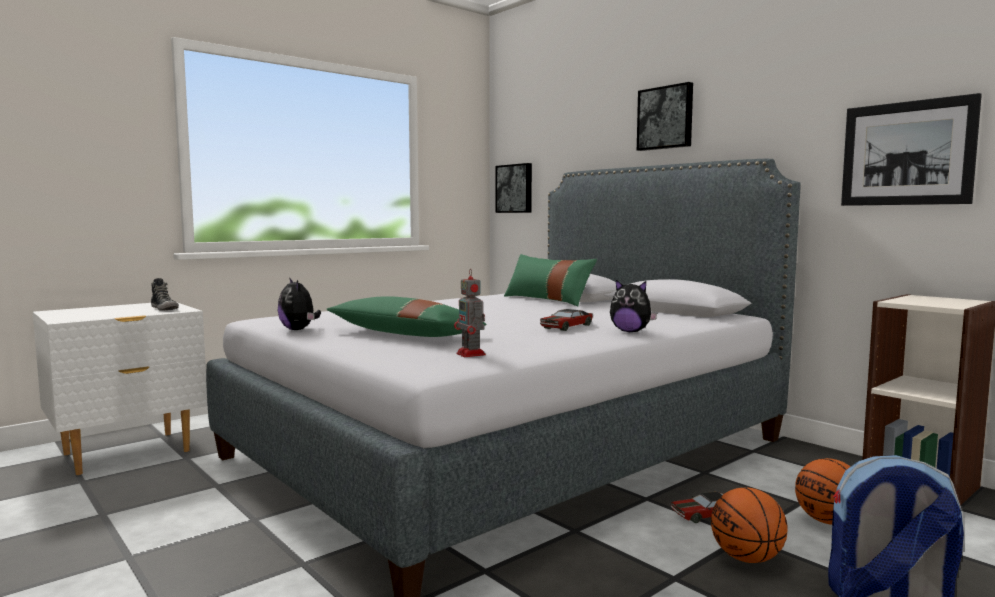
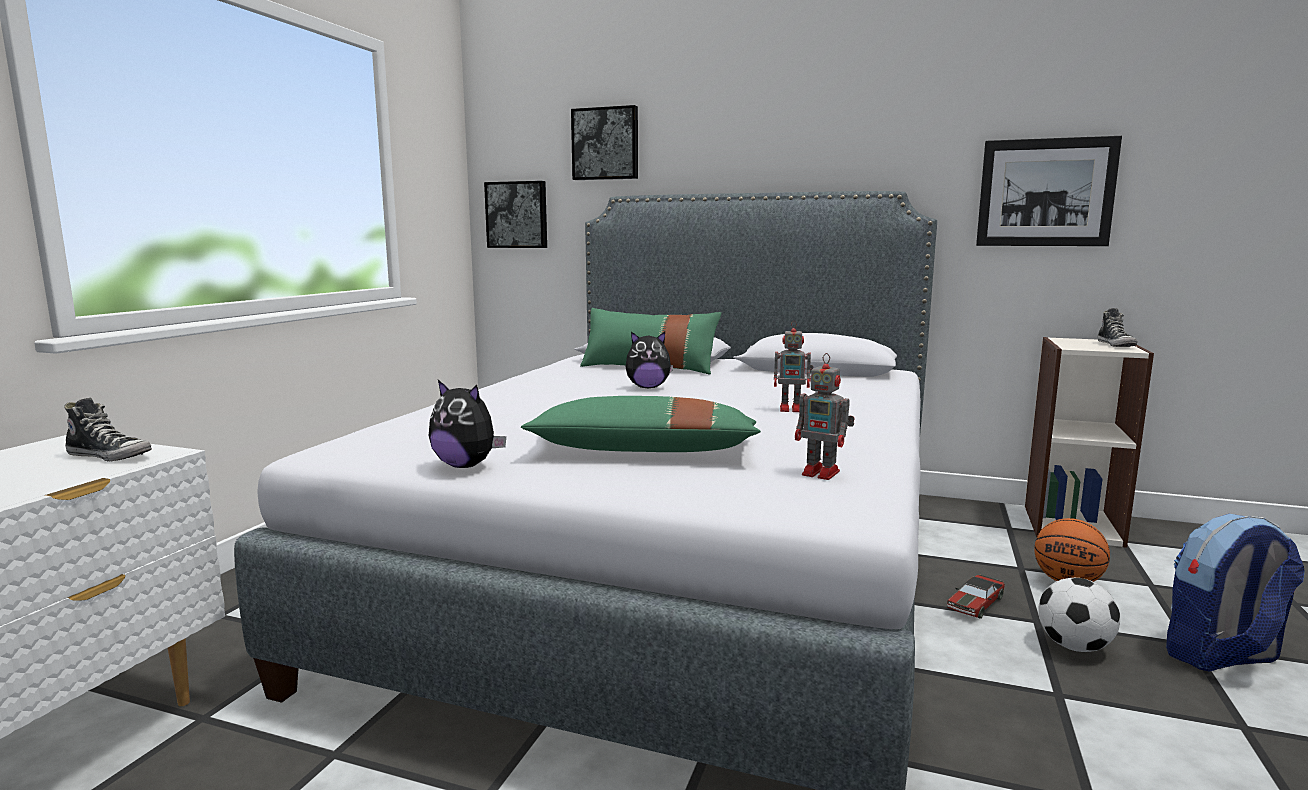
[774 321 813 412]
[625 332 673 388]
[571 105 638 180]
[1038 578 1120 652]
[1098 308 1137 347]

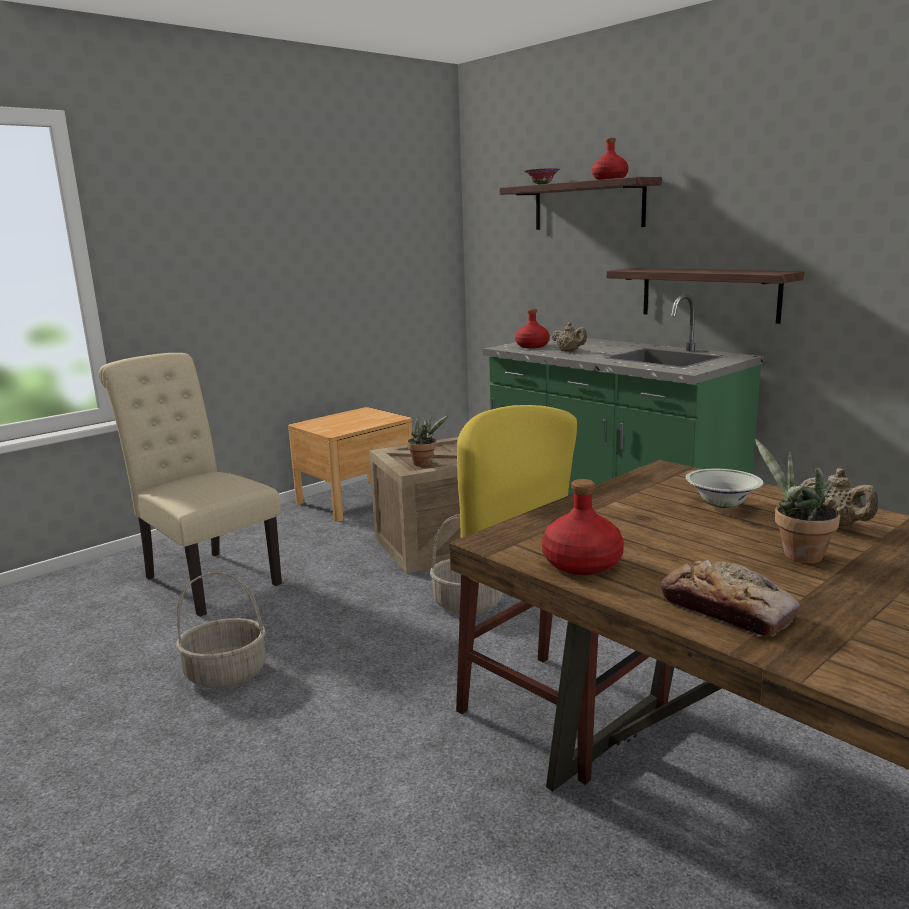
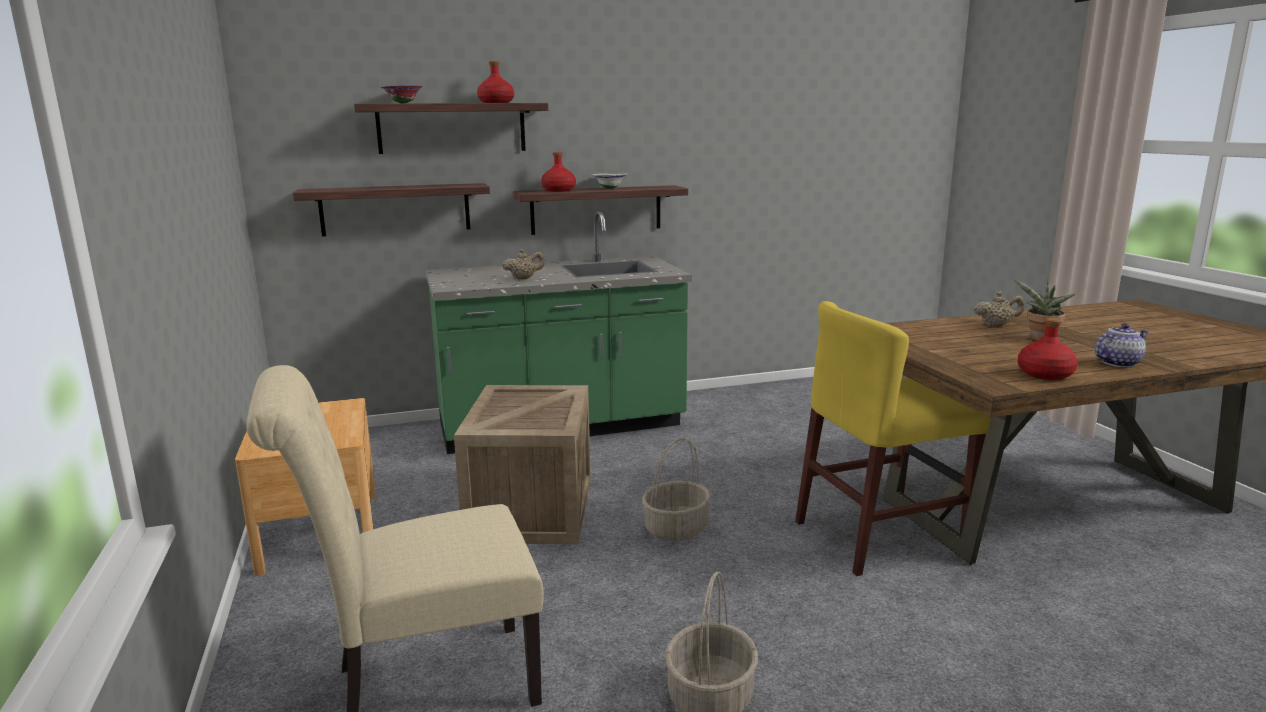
[407 411 449 467] (first image)
[541 152 576 192]
[1095 323 1149 367]
[592 173 628 189]
[293 183 490 236]

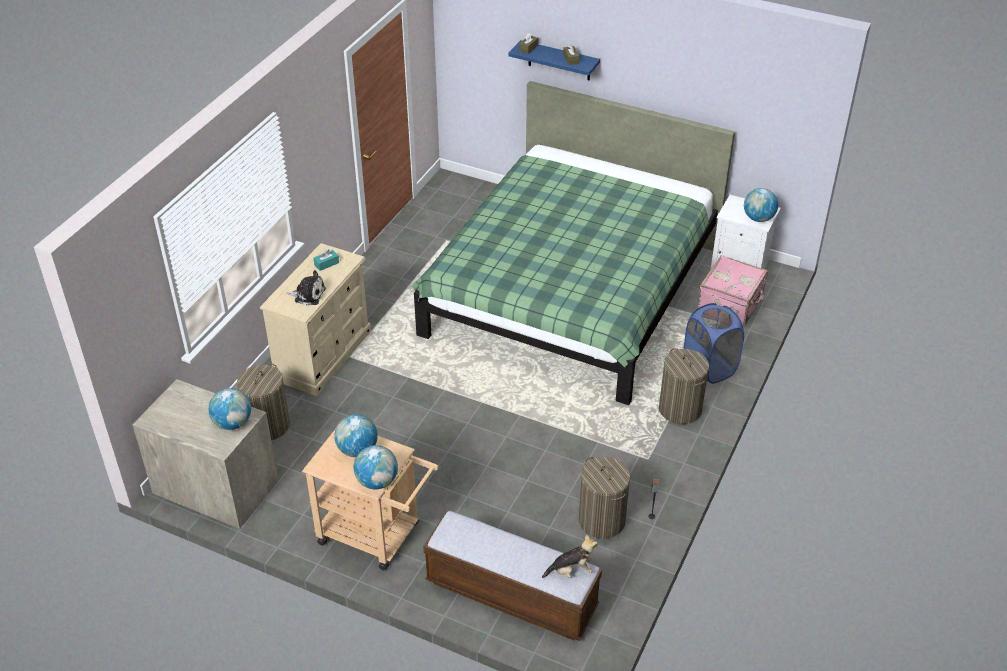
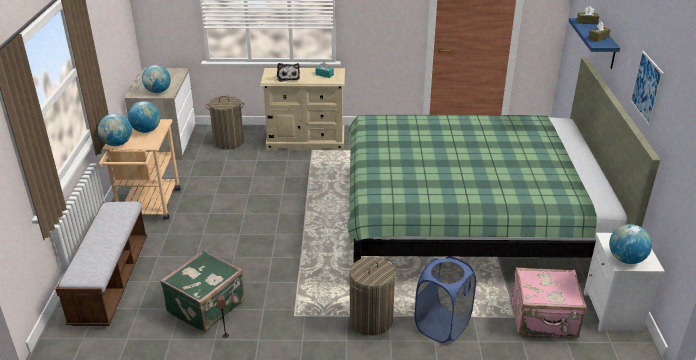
[542 534 598 578] (first image)
[160 250 245 332]
[630 51 664 126]

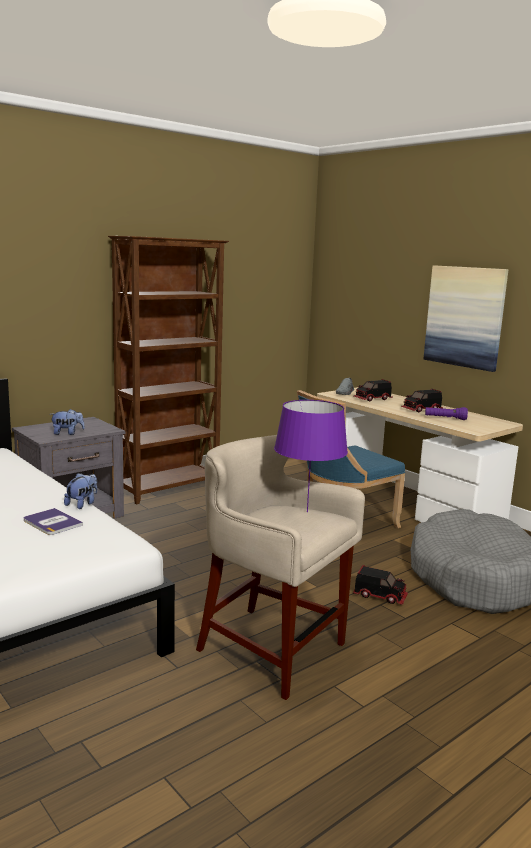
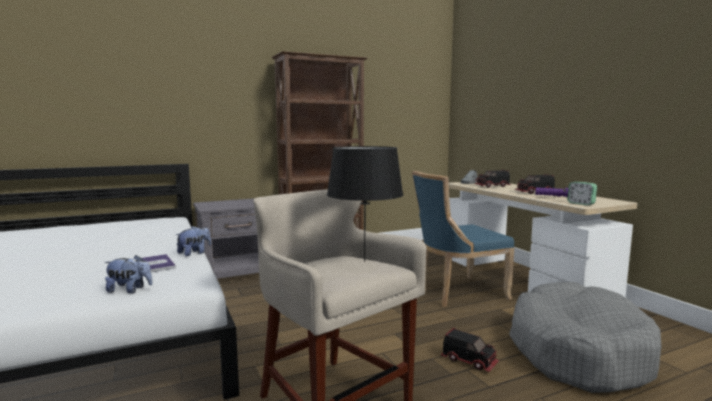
[104 255 153 293]
[327 146 403 262]
[423 266 508 372] (first image)
[567 182 597 205]

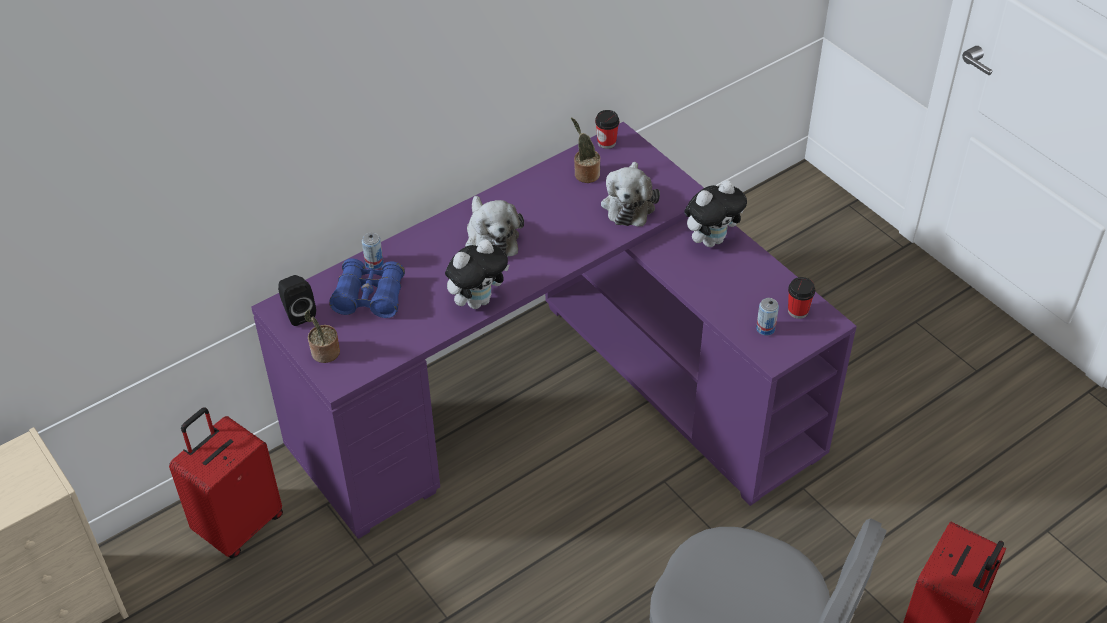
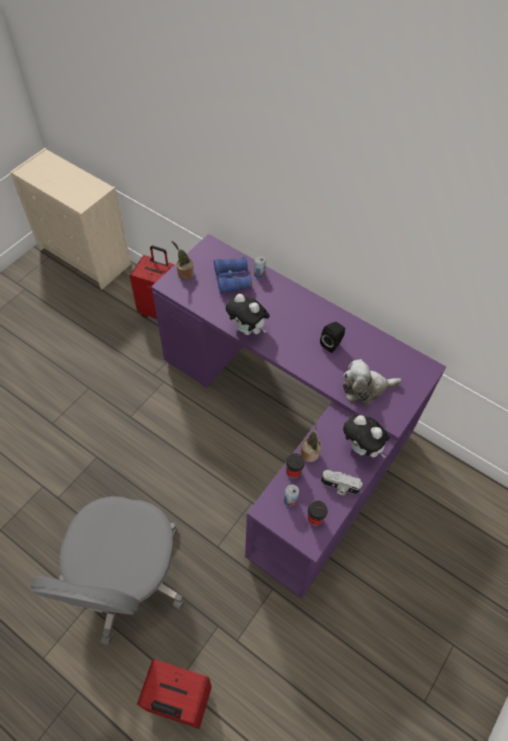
[320 322 345 353]
[465 196 524 256] (first image)
[301 417 321 462]
[286 453 305 479]
[321 470 363 495]

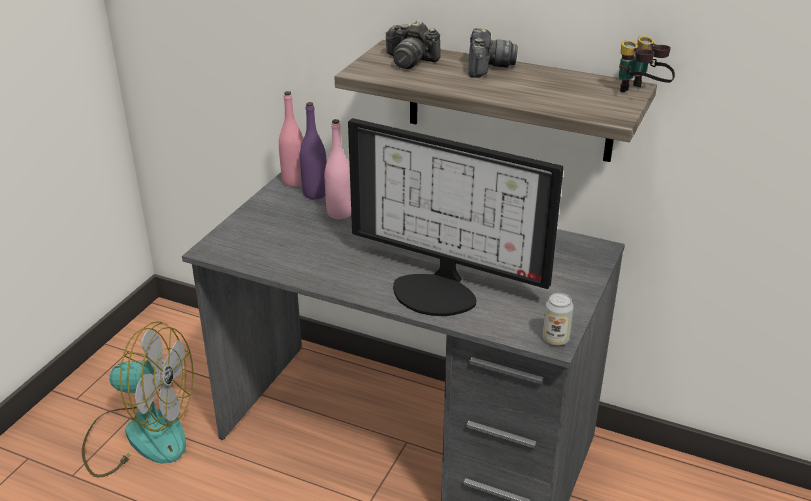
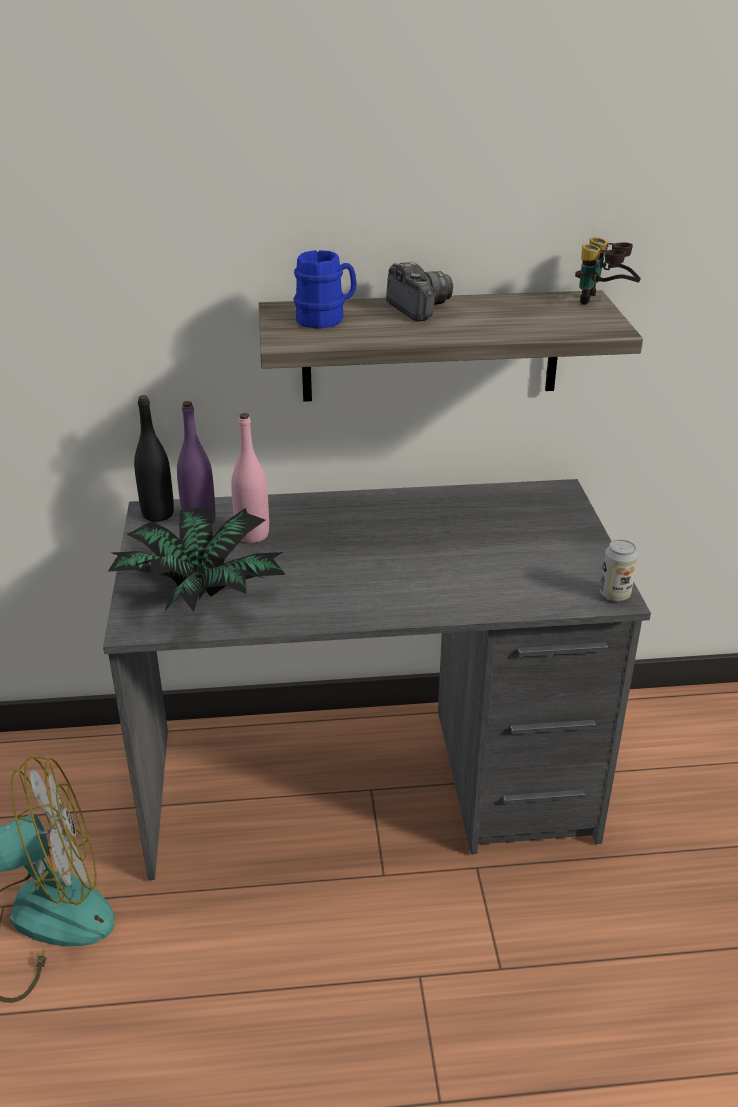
[134 395 174 522]
[348 118 564 316] (first image)
[294 250 357 328]
[108 508 286 612]

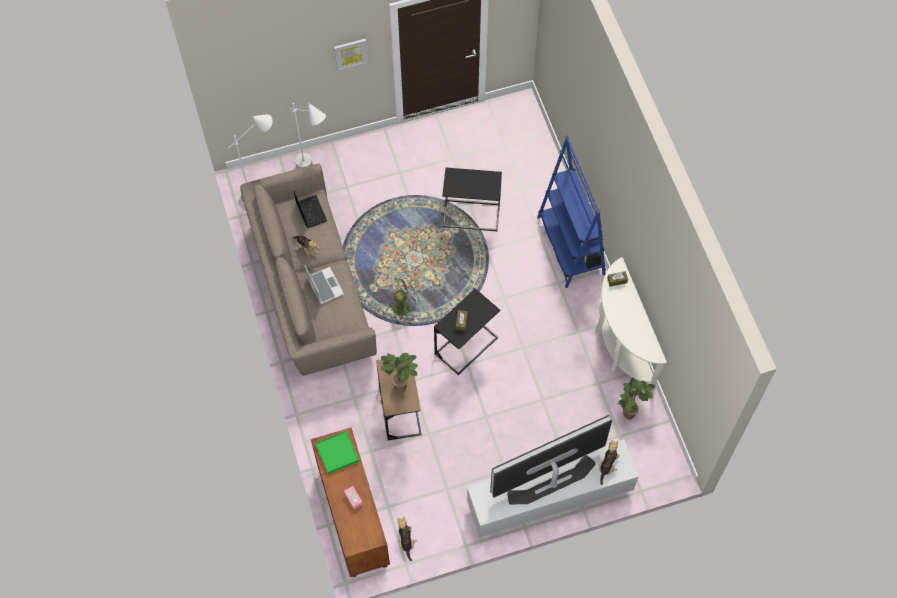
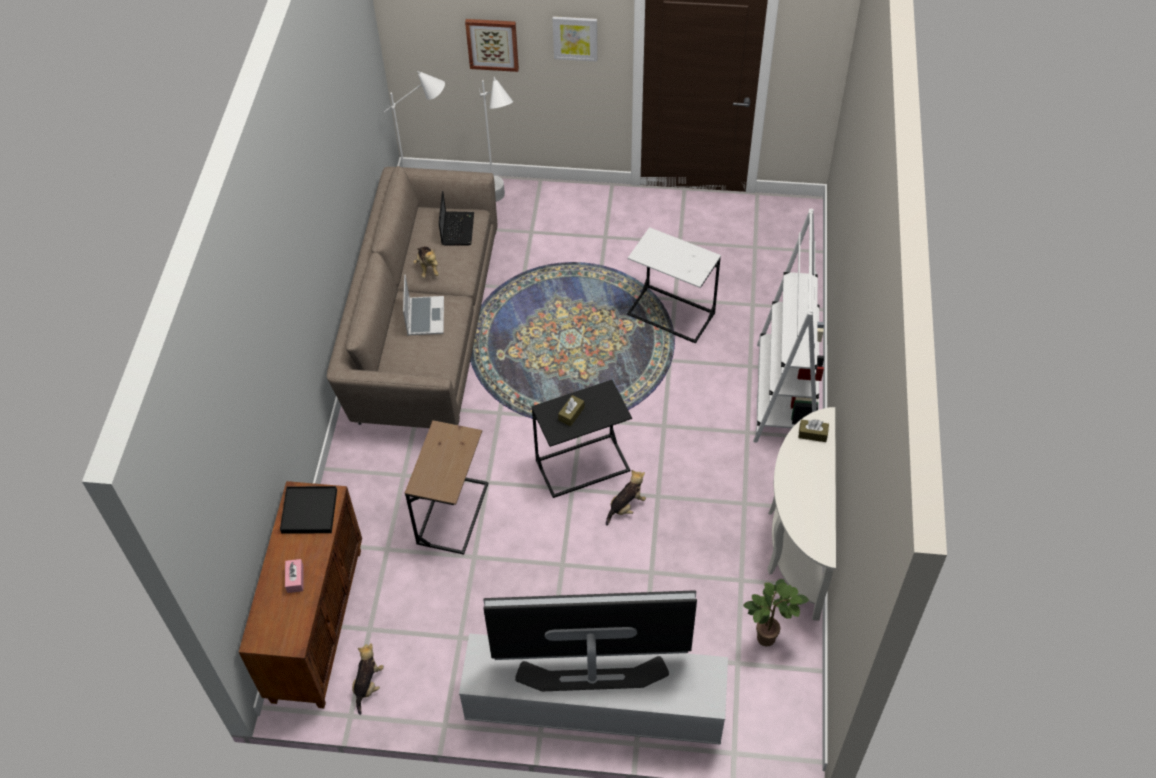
[280 486 337 534]
[381 352 418 392] (first image)
[389 274 422 316] (first image)
[627 227 721 344]
[753 209 824 443]
[606 470 646 526]
[465 19 519 72]

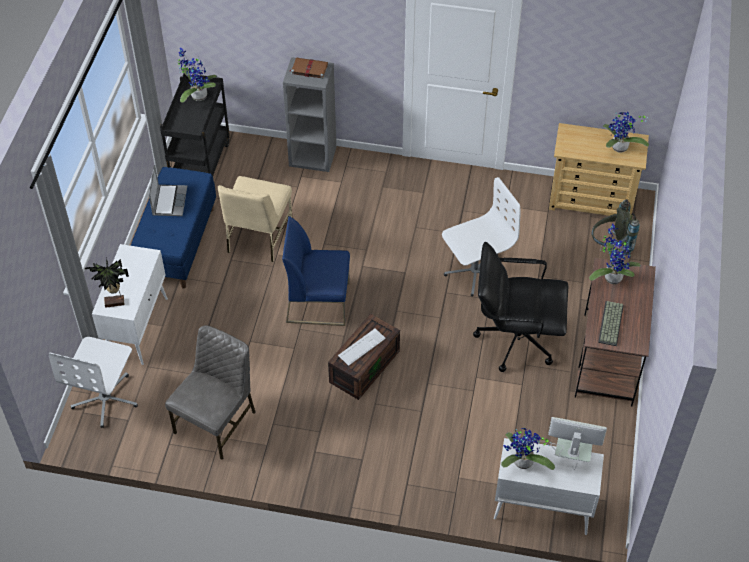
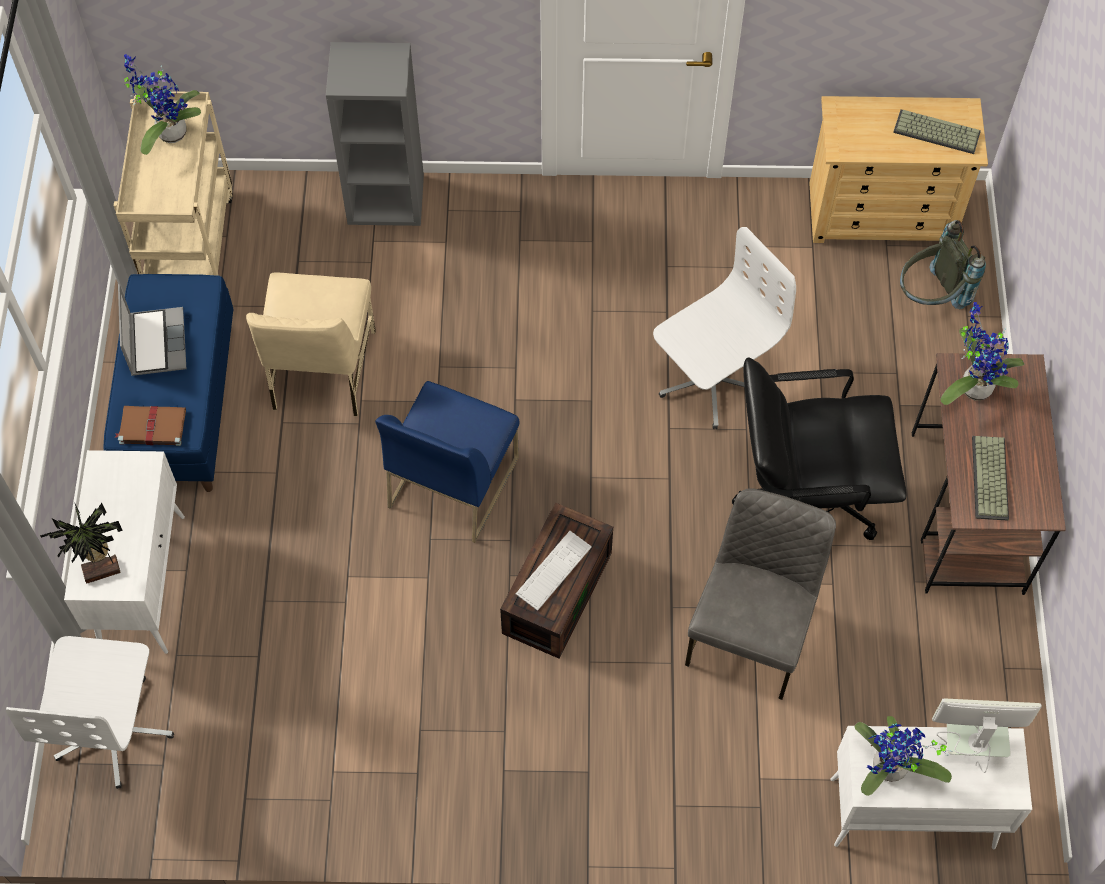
[114 91 232 276]
[685 488 836 700]
[375 381 520 543]
[115 406 186 446]
[893 109 981 154]

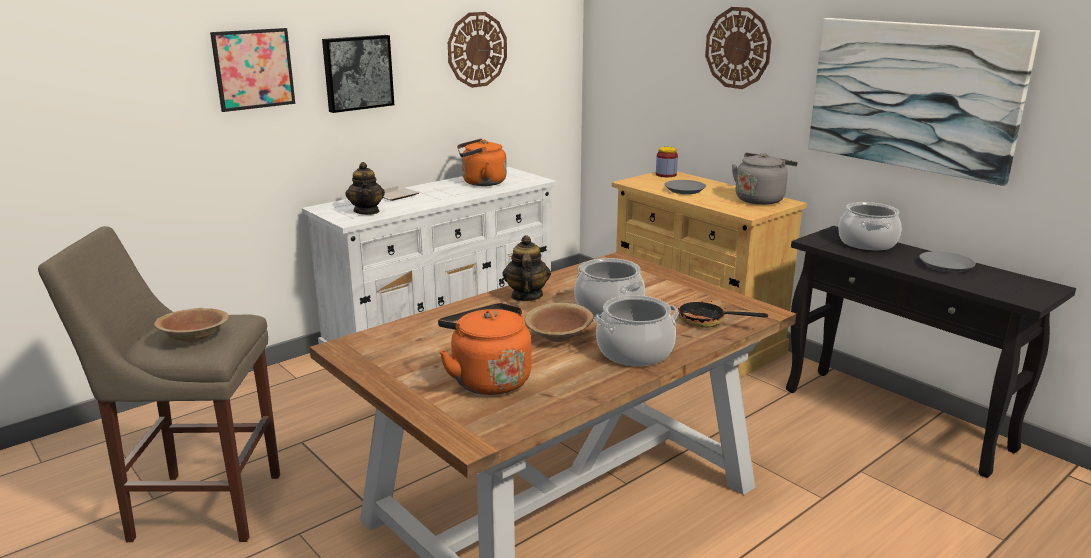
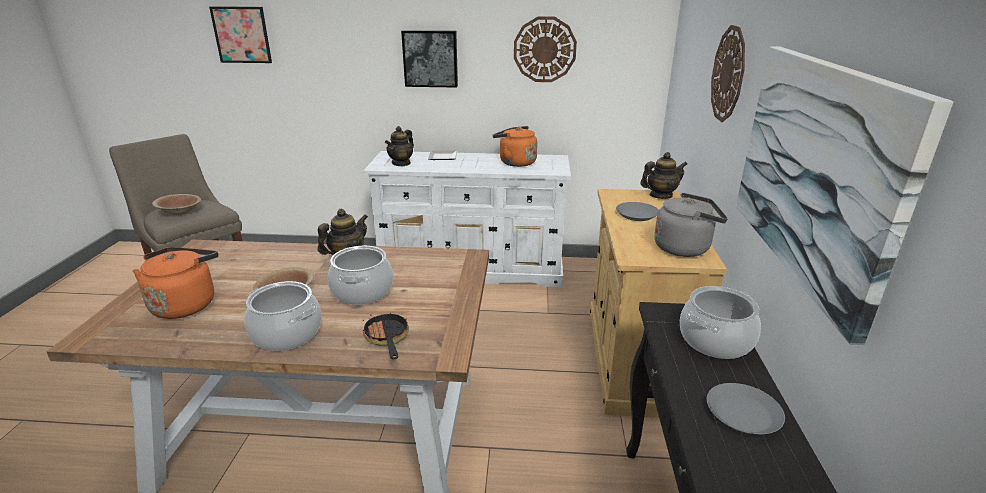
[209 7 272 63]
[640 152 687 199]

